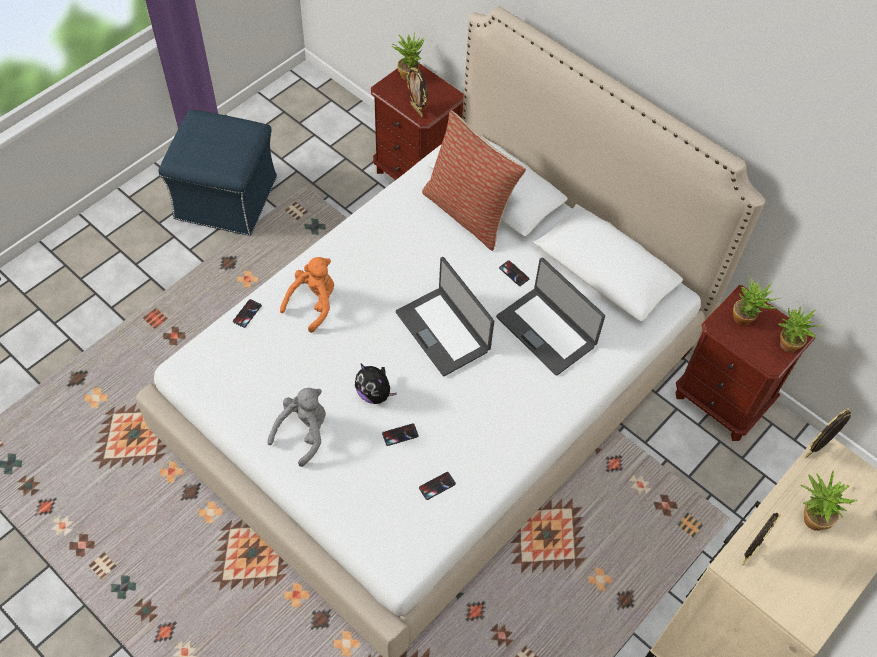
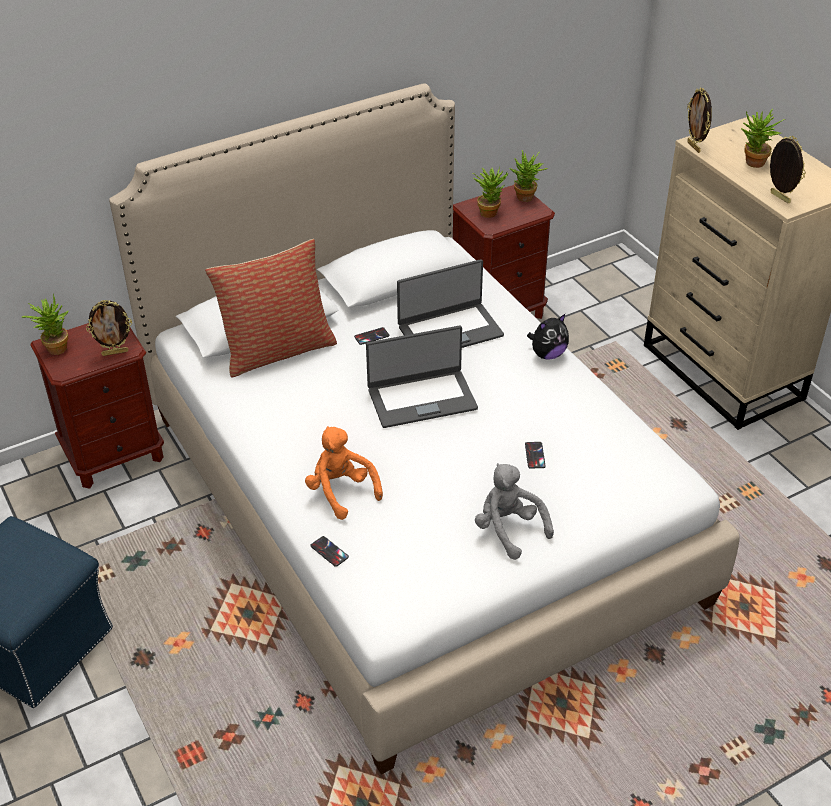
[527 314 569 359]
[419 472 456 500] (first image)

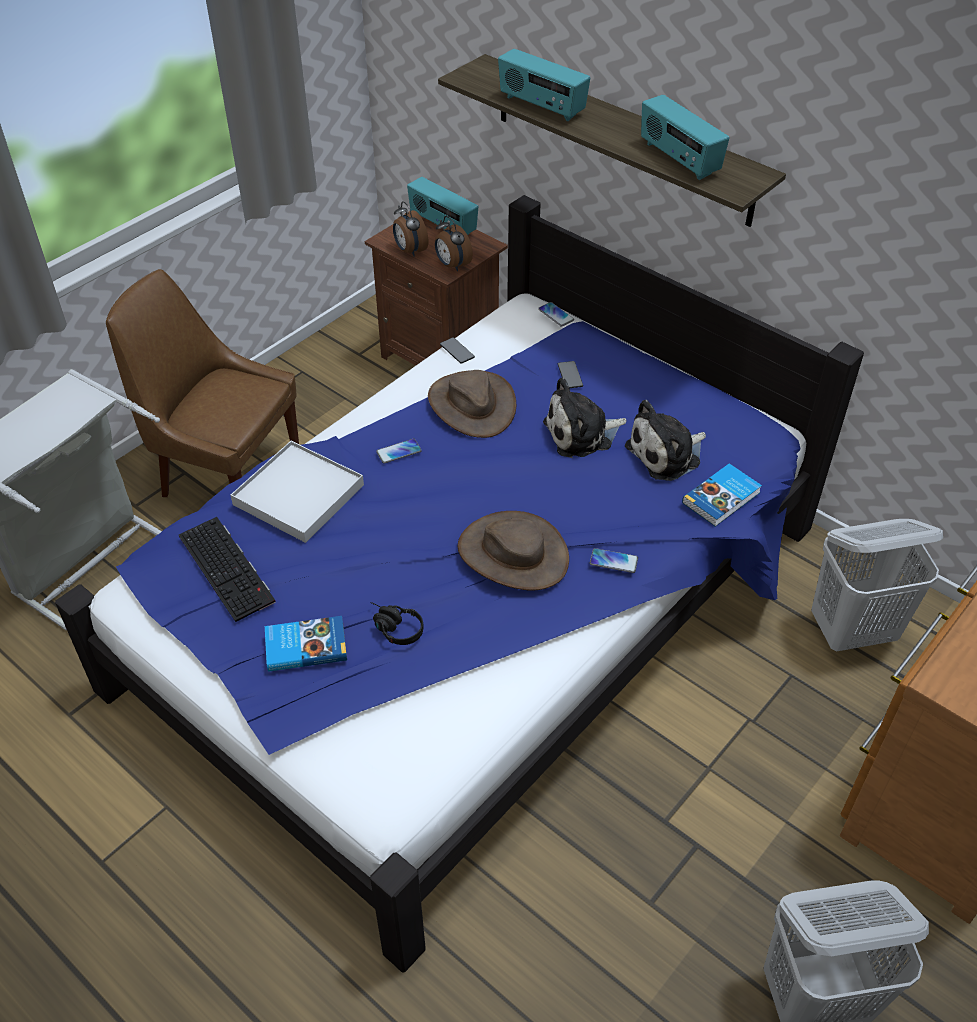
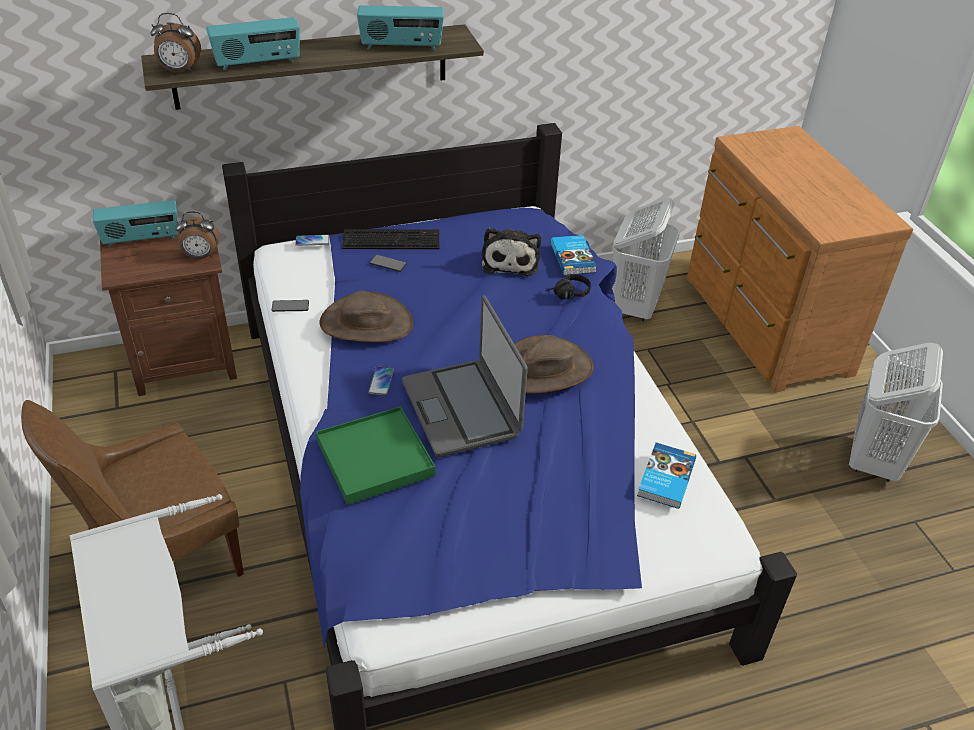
[342 229 440 249]
[316 406 436 505]
[637 443 696 509]
[545 275 591 300]
[150 13 201 73]
[543 377 627 458] (first image)
[590 548 638 573] (first image)
[402 295 528 457]

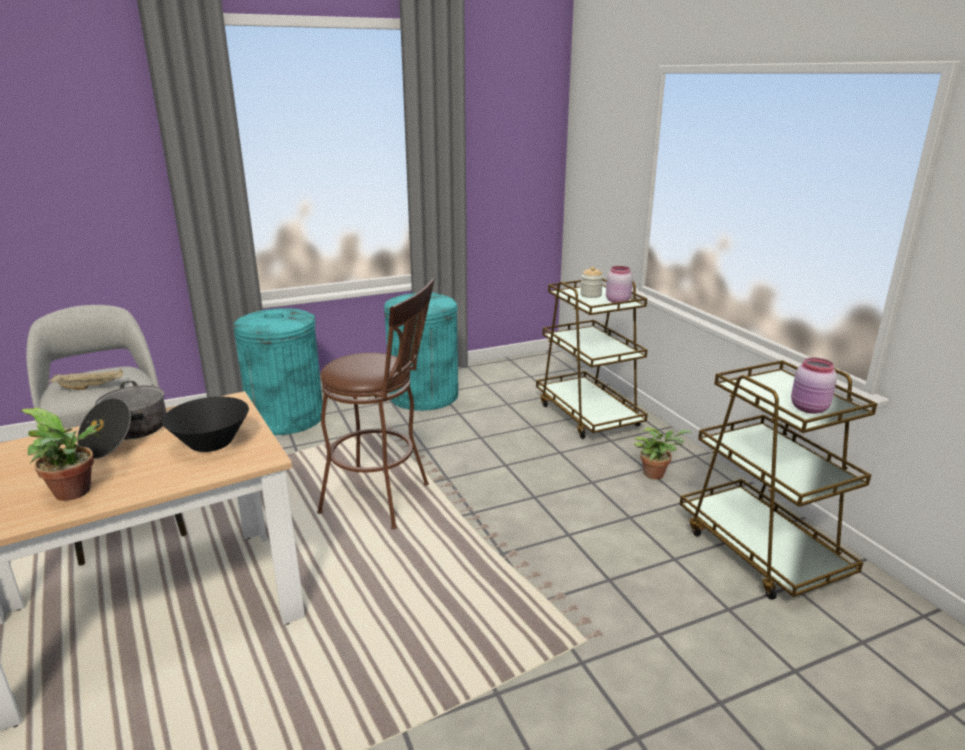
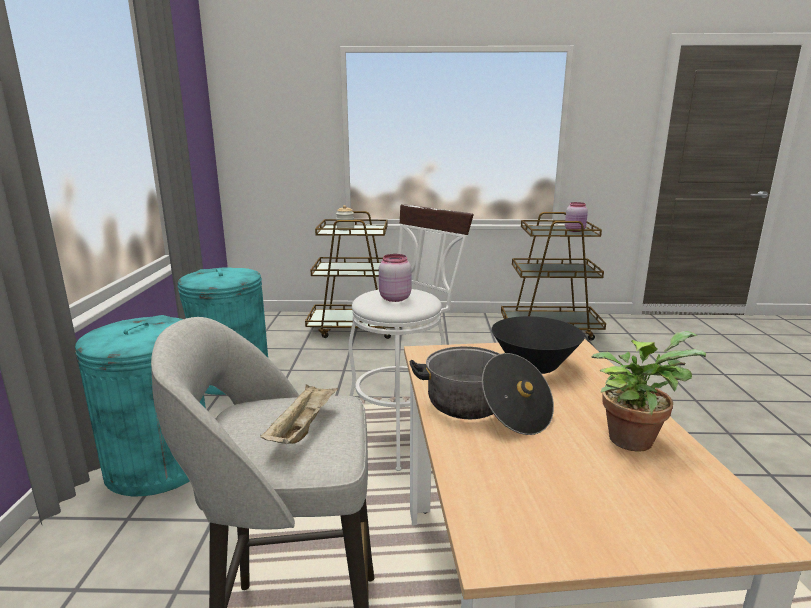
[349 204 474 471]
[379 254 412 302]
[634 427 691 479] (first image)

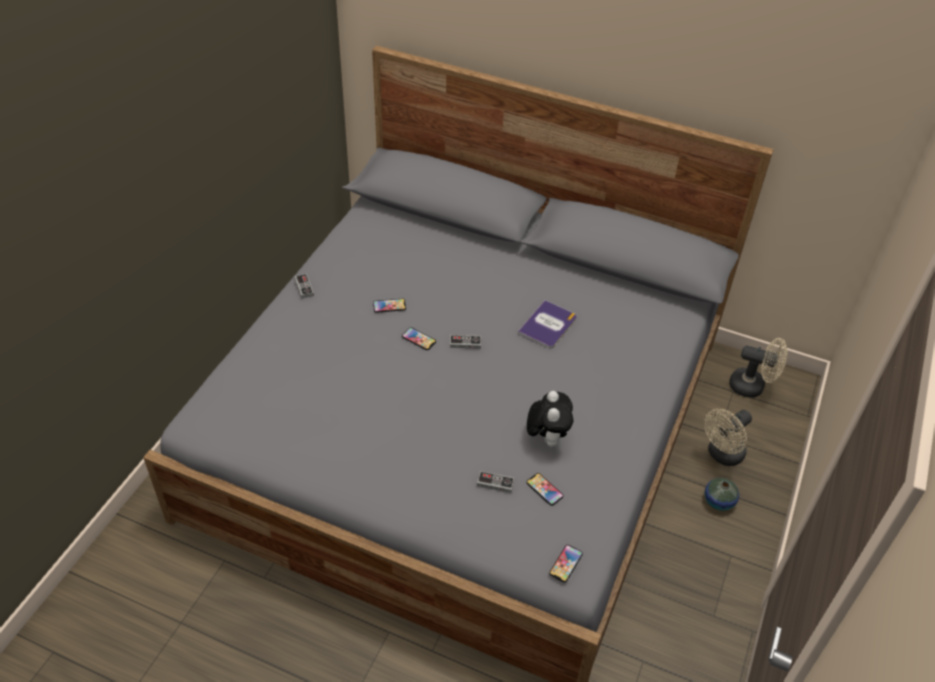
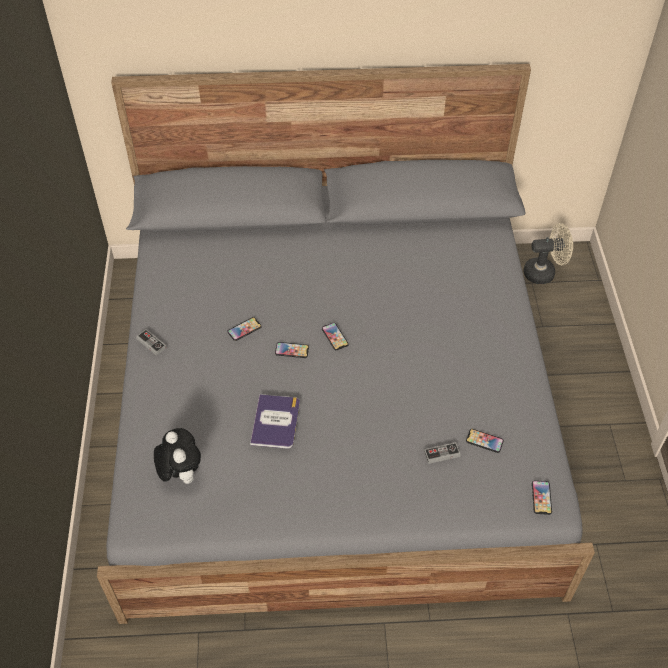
[322 323 348 350]
[250 394 300 449]
[154 428 201 484]
[704 409 752 466] (first image)
[705 478 739 511] (first image)

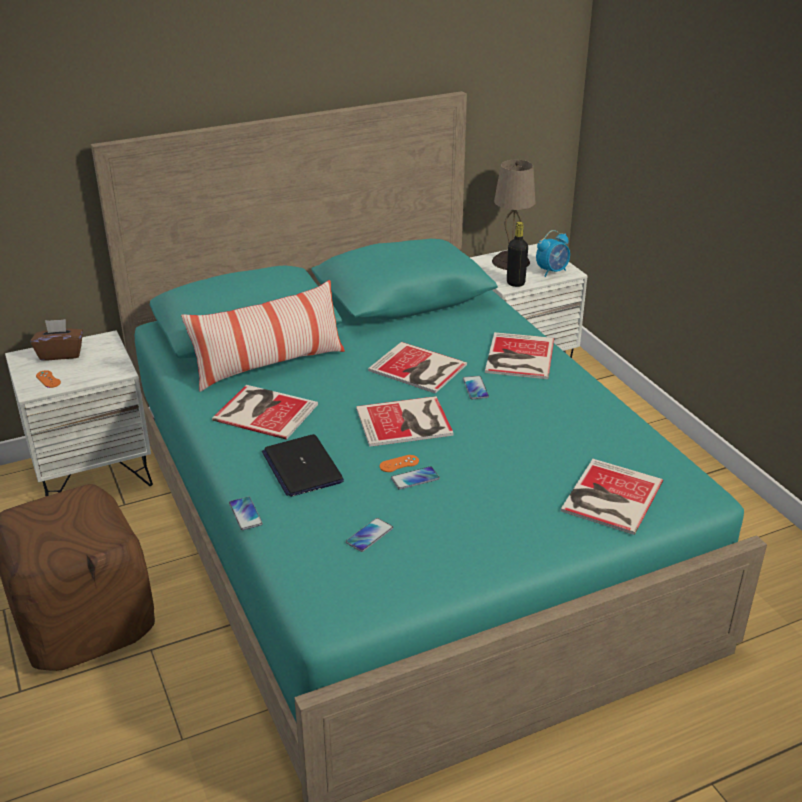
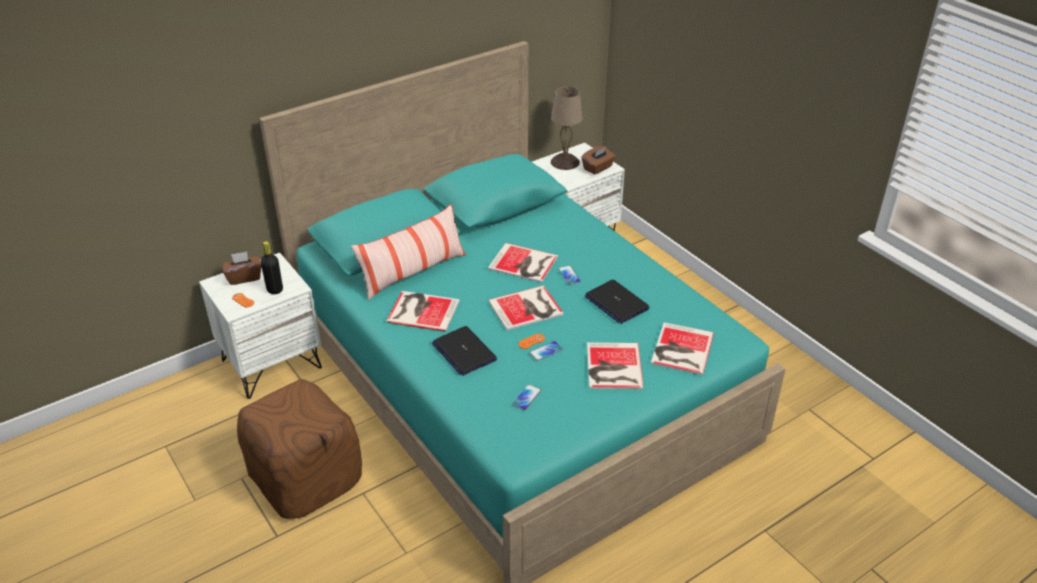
[229 497 263 530] (first image)
[587 342 644 390]
[260 241 283 294]
[582 145 616 175]
[585 280 650 324]

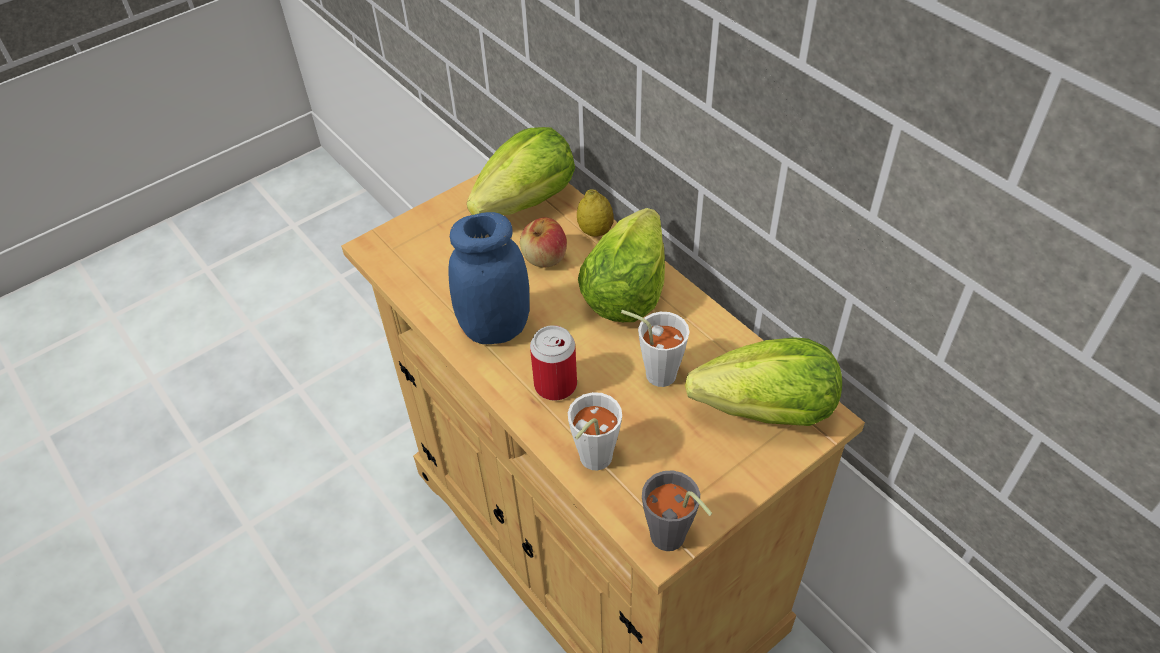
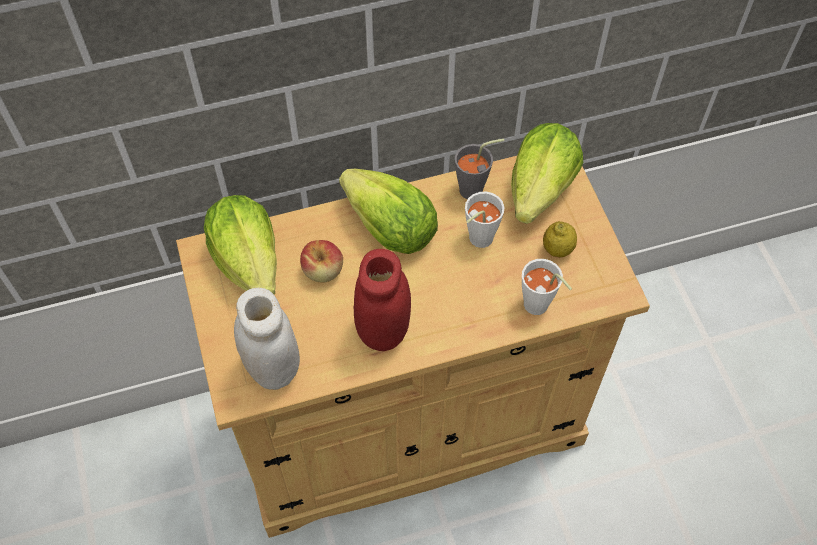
[354 249 411 351]
[530 325 577 401] (first image)
[543 221 577 257]
[455 139 504 199]
[234 288 300 390]

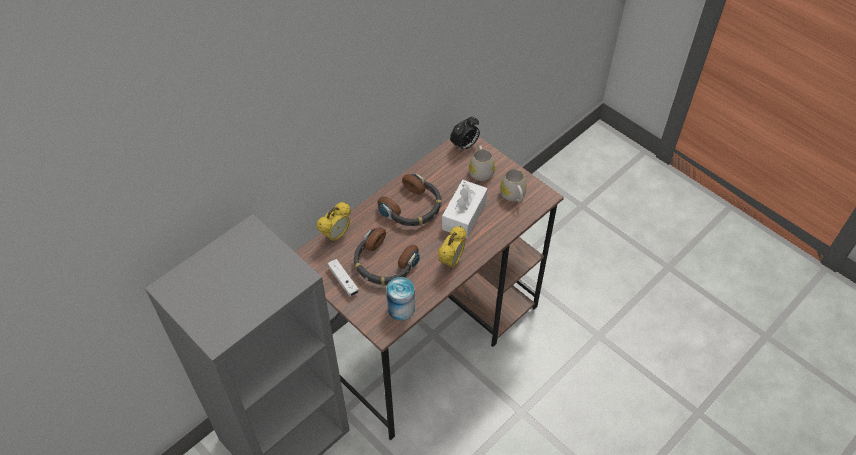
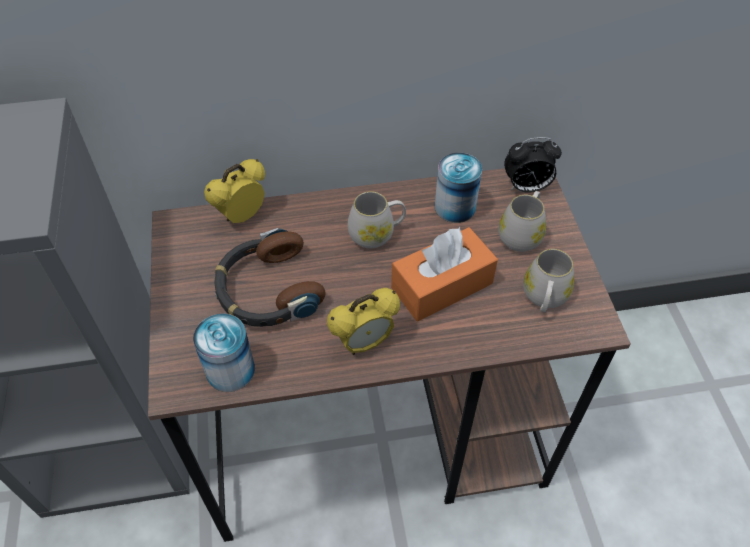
[204 159 265 223]
[328 259 359 297] (first image)
[348 191 406 249]
[391 227 498 321]
[435 153 482 223]

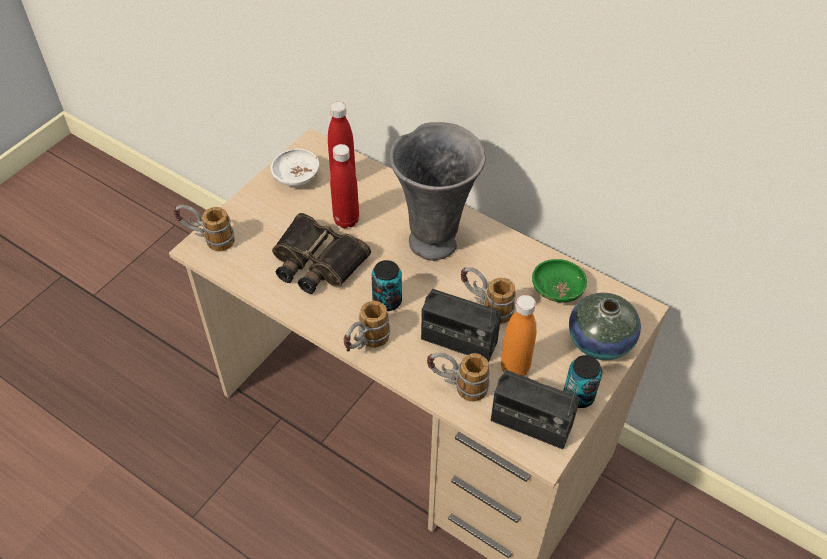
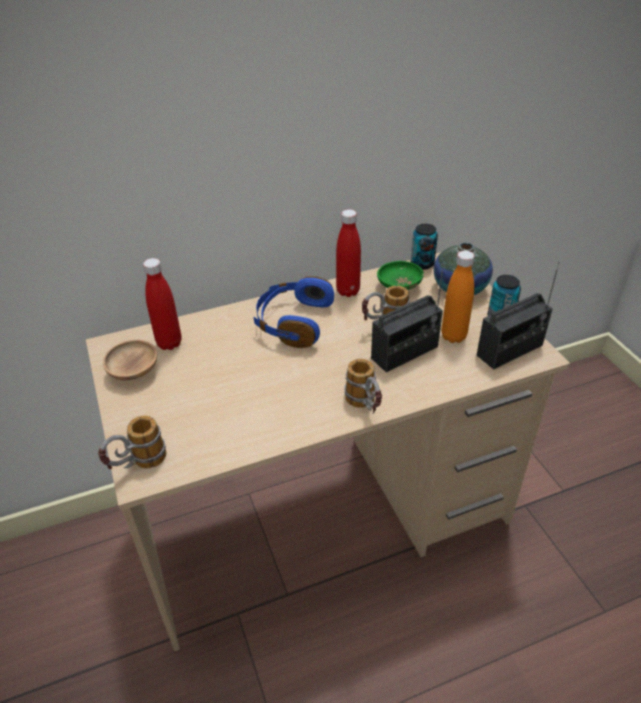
[103 340 157 380]
[272 213 371 294] (first image)
[336 209 361 297]
[411 224 438 270]
[254 276 334 348]
[427 353 490 402] (first image)

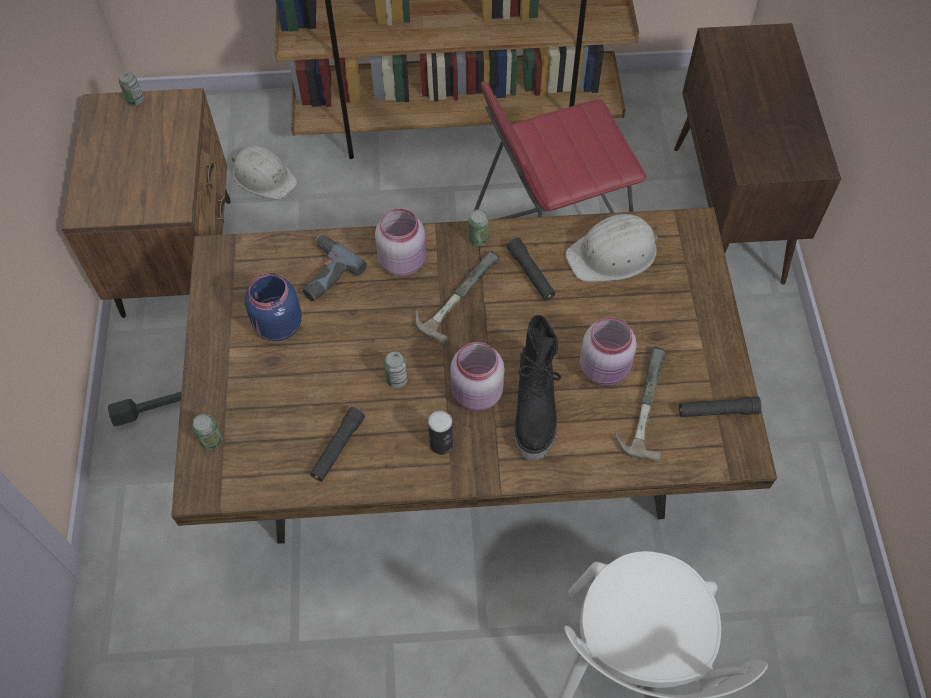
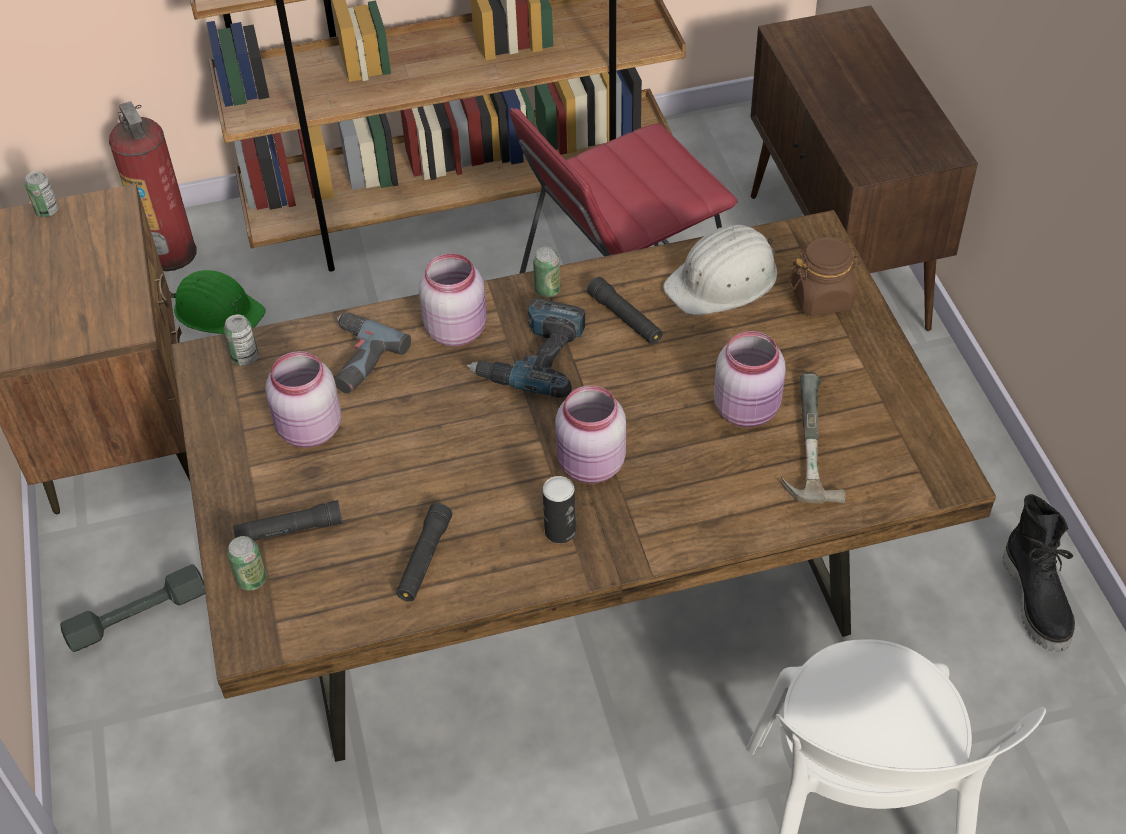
[170 270 266 334]
[265 351 341 448]
[224 315 259 366]
[467 298 585 398]
[1003 494 1075 652]
[233 500 343 541]
[109 101 197 271]
[789 237 864 316]

